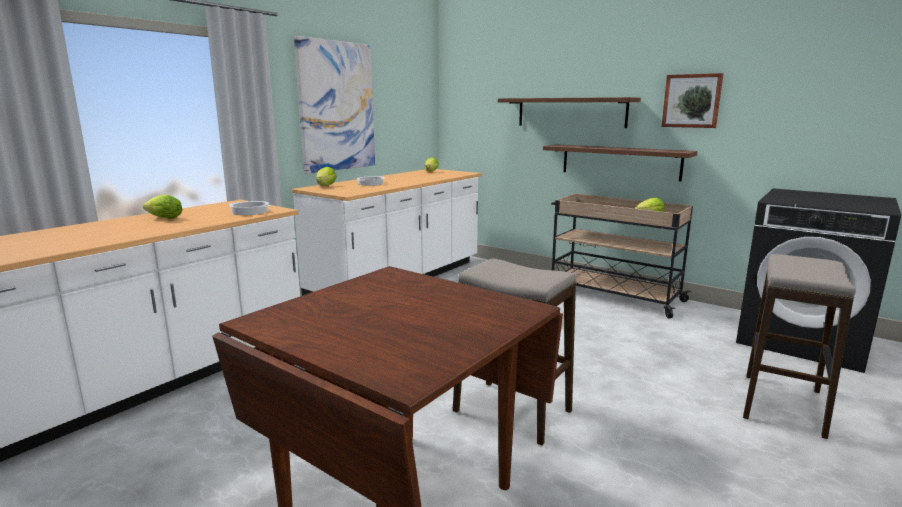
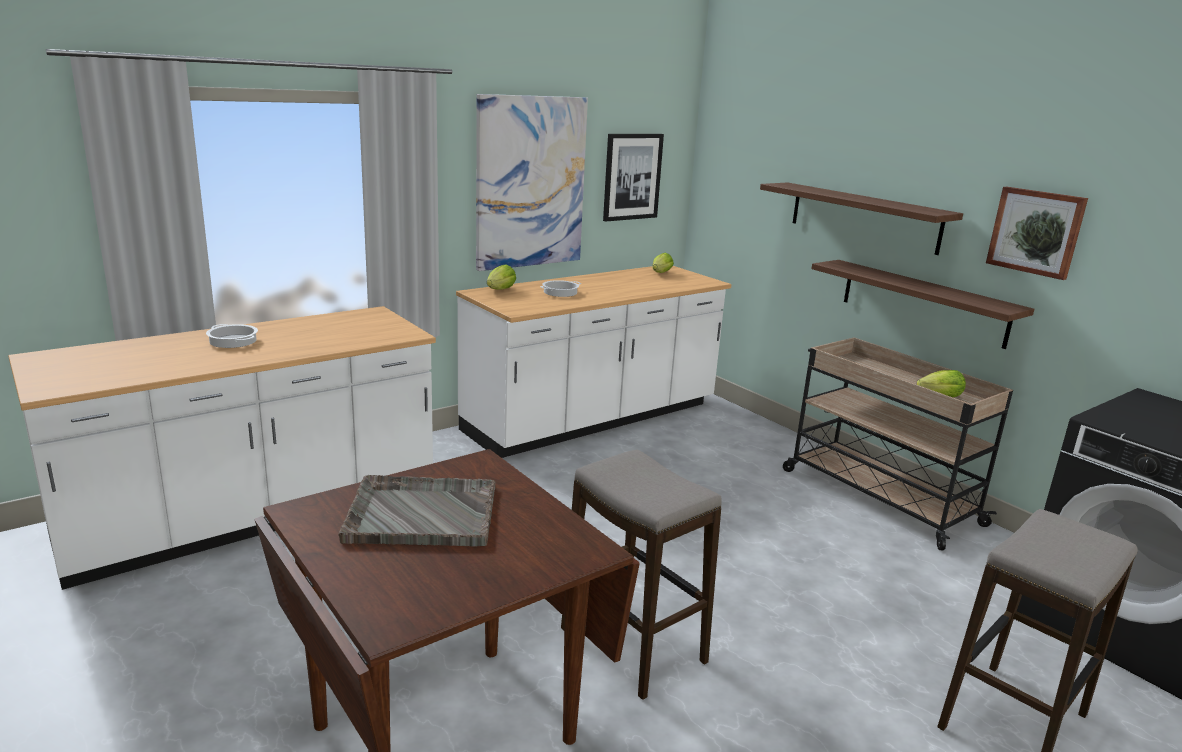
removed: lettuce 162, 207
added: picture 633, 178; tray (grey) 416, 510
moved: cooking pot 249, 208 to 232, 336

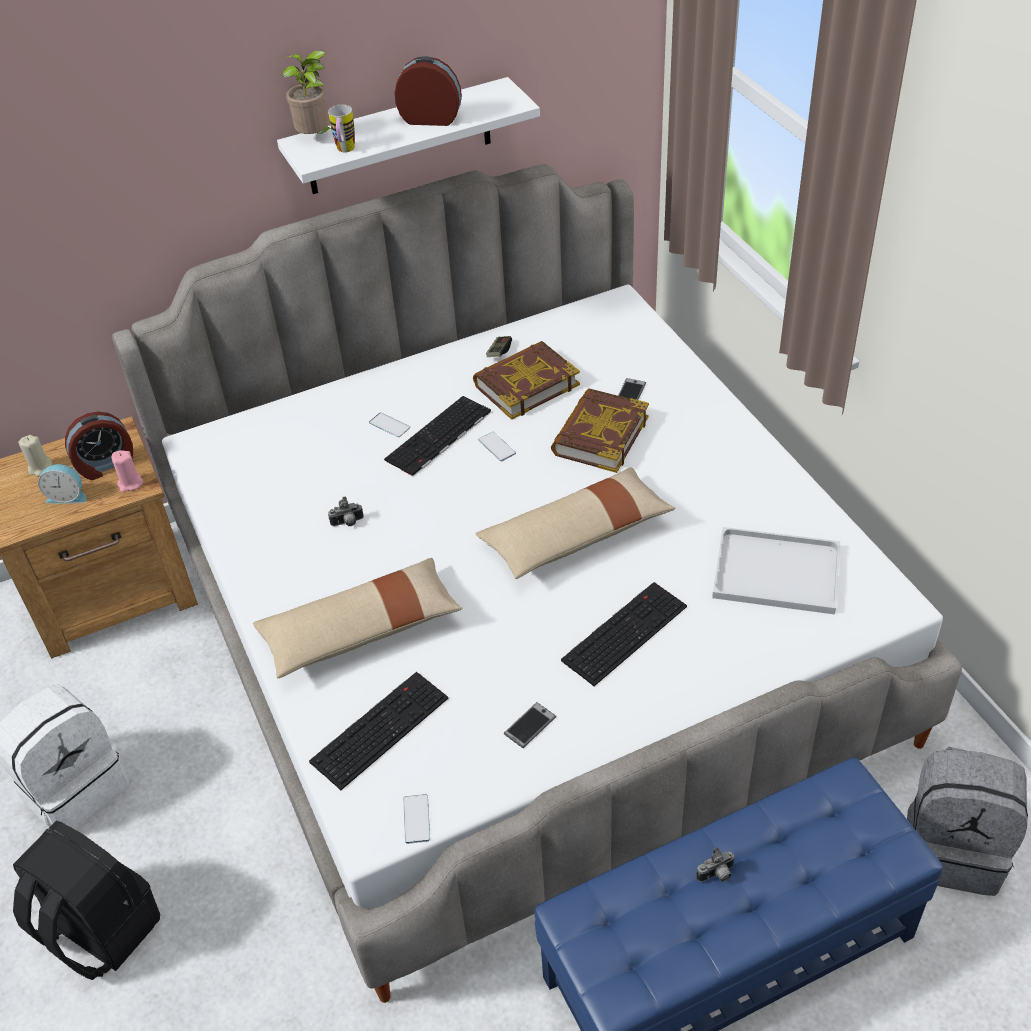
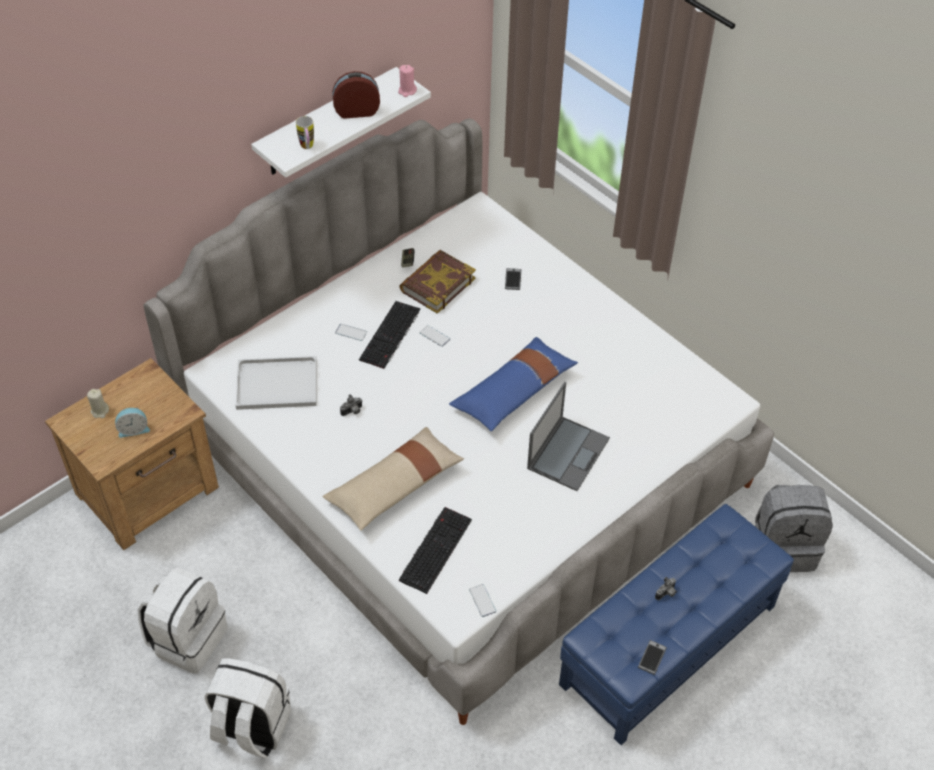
removed: potted plant 307, 92; book 600, 430; alarm clock 99, 446
moved: candle (pink) 127, 471 to 407, 81; tray (white) 776, 571 to 276, 383; phone 530, 725 to 652, 657
replaced: keyboard 624, 634 to laptop 568, 436
recoloured: pillow (beige) 575, 523 to pillow (blue) 513, 384; backpack (black) 86, 900 to backpack (white) 248, 708

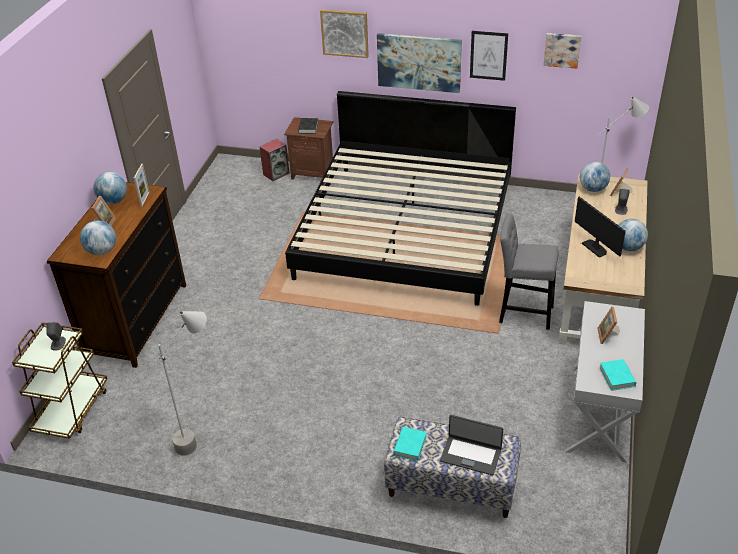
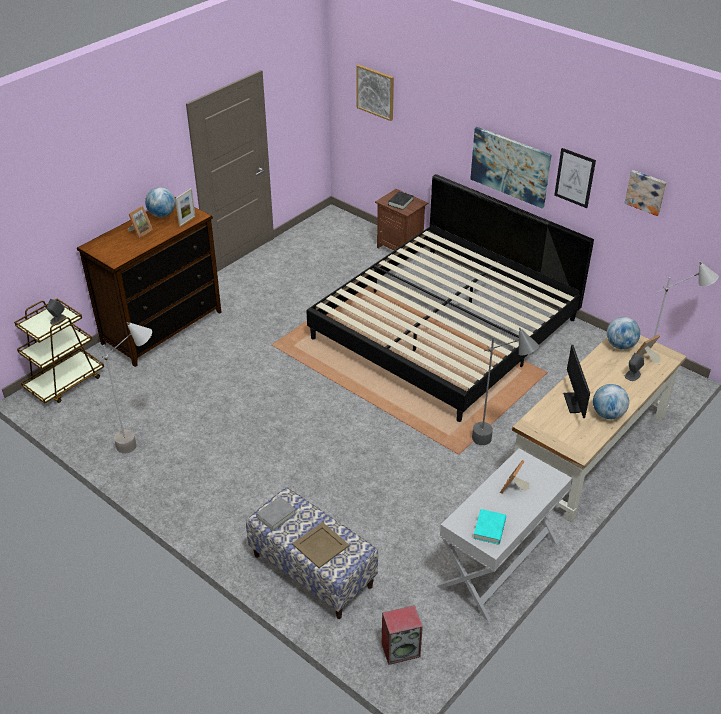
removed: globe 98, 238
moved: picture 344, 33 to 375, 92; speaker 274, 160 to 402, 635
replaced: stool (grey) 529, 271 to floor lamp (grey) 505, 386; laptop 472, 445 to tray (beige) 320, 545
recoloured: book (turquoise) 410, 444 to book (grey) 276, 514

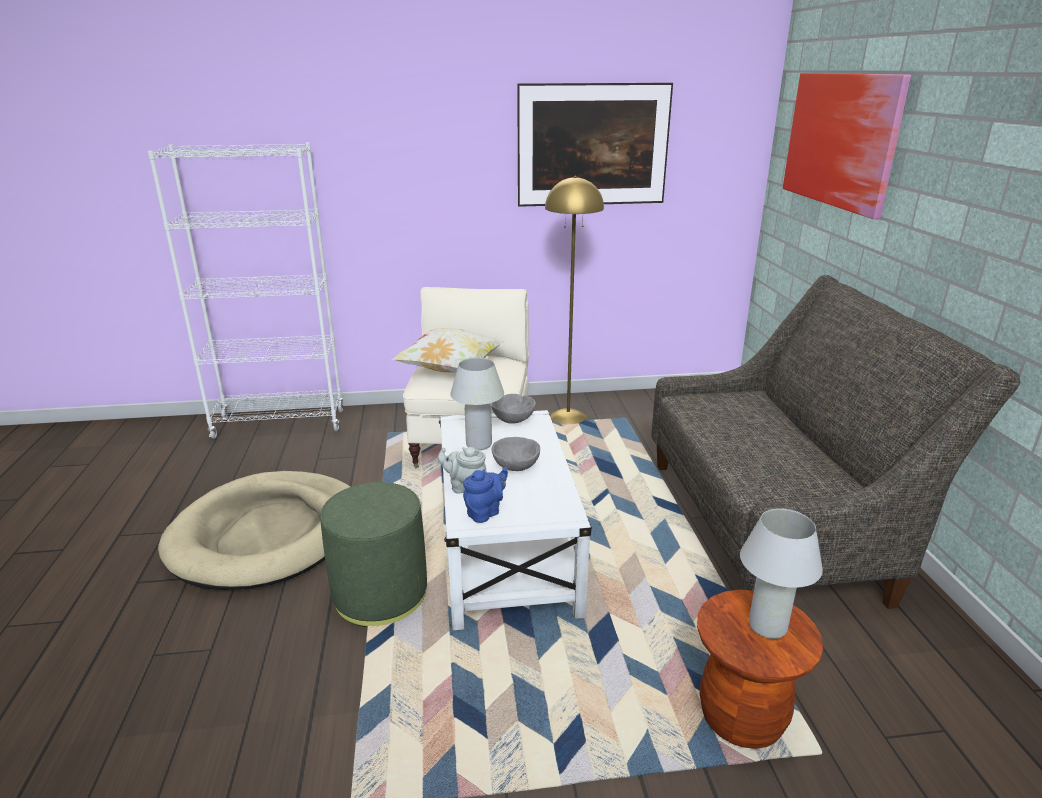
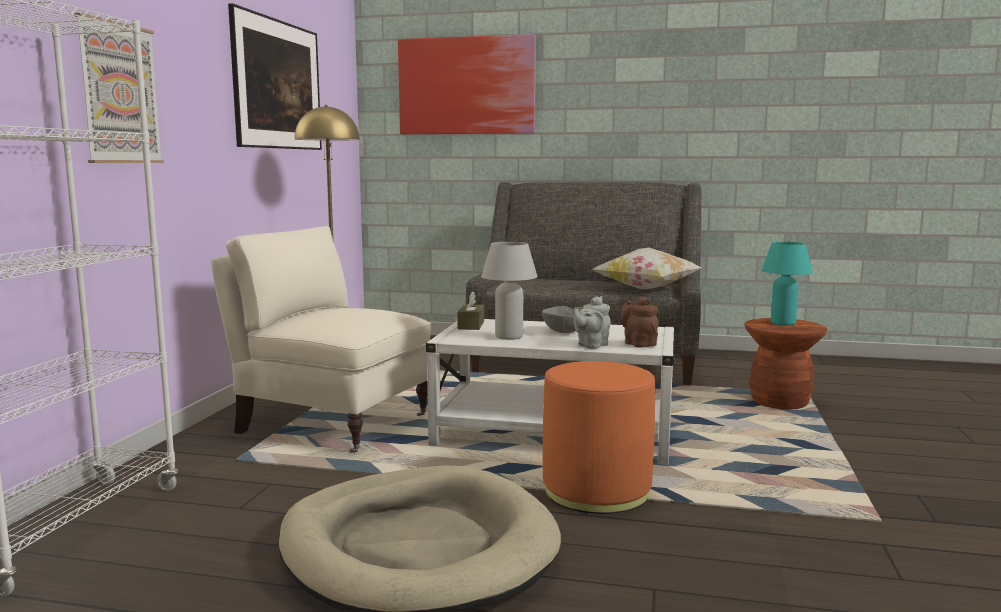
added: picture 119, 88
moved: pillow 447, 350 to 646, 268
replaced: bowl (grey) 513, 409 to tissue box (brown) 470, 310
recoloured: teapot (blue) 485, 495 to teapot (brown) 640, 322; ottoman (green) 373, 554 to ottoman (orange) 599, 437; table lamp (white) 781, 573 to table lamp (turquoise) 787, 284

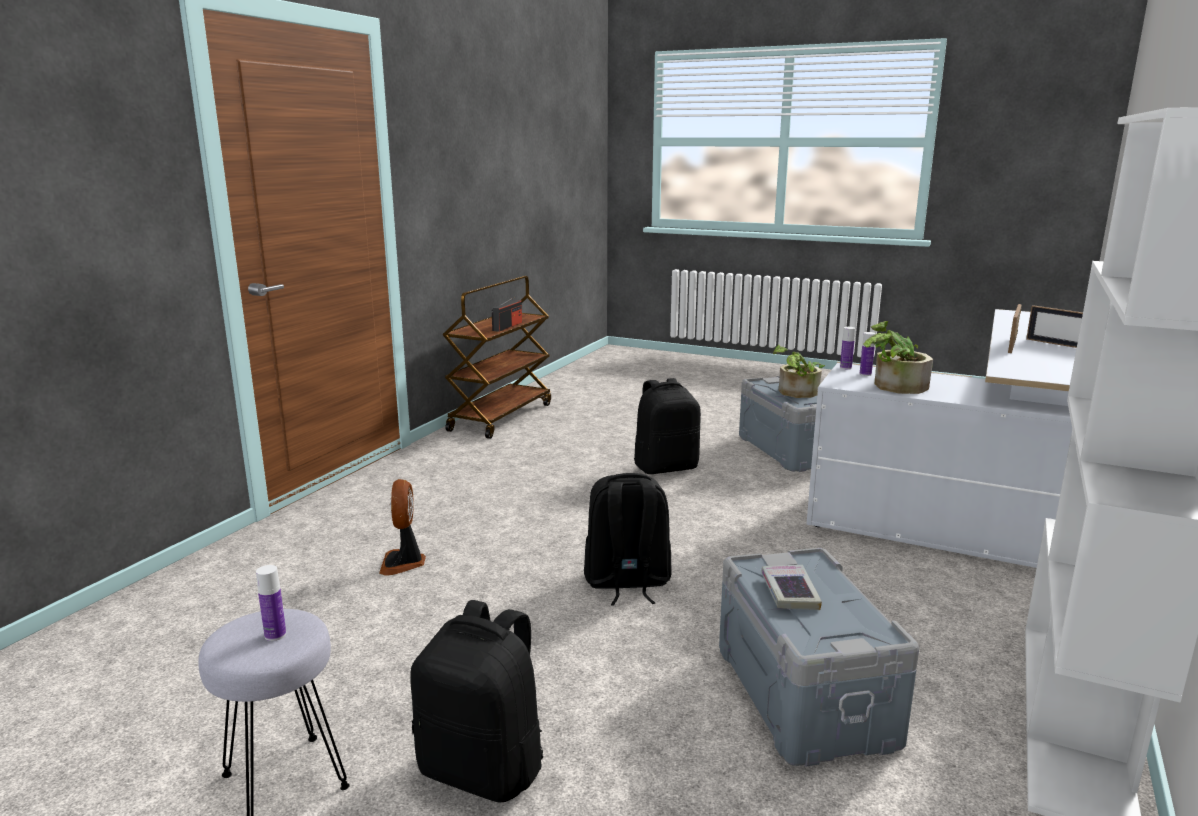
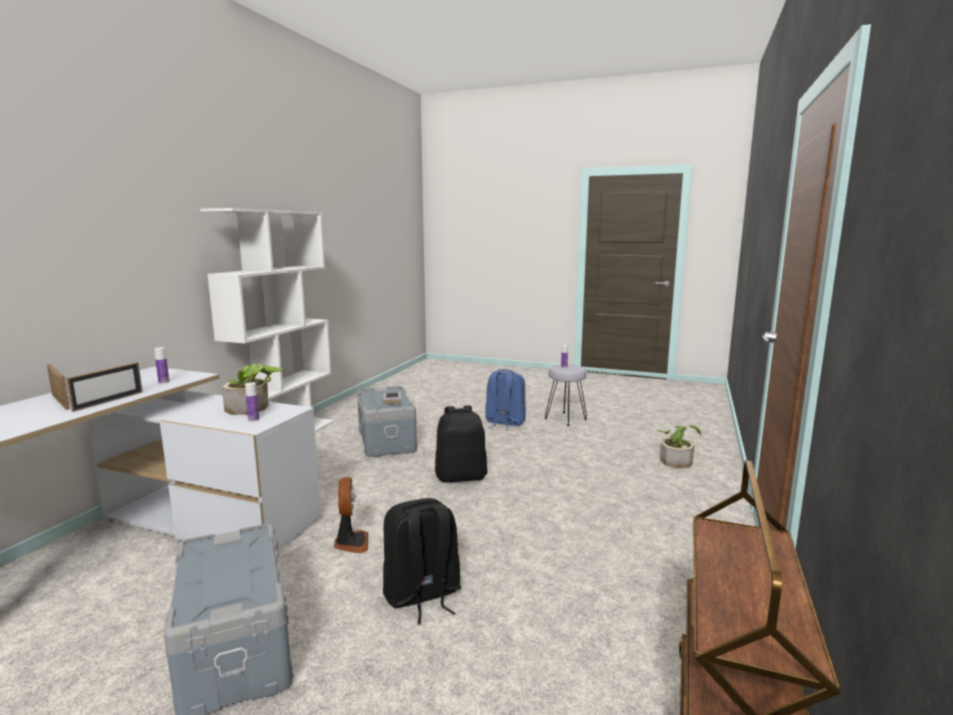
removed: radio 507, 314
moved: bottle 847, 348 to 161, 365; potted plant 799, 371 to 679, 446; fan 402, 527 to 351, 515
recoloured: backpack (black) 477, 701 to backpack (blue) 505, 399

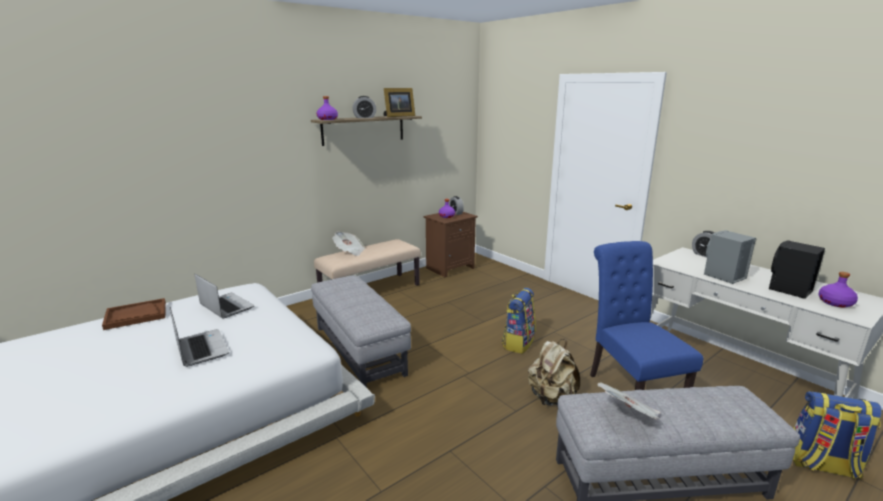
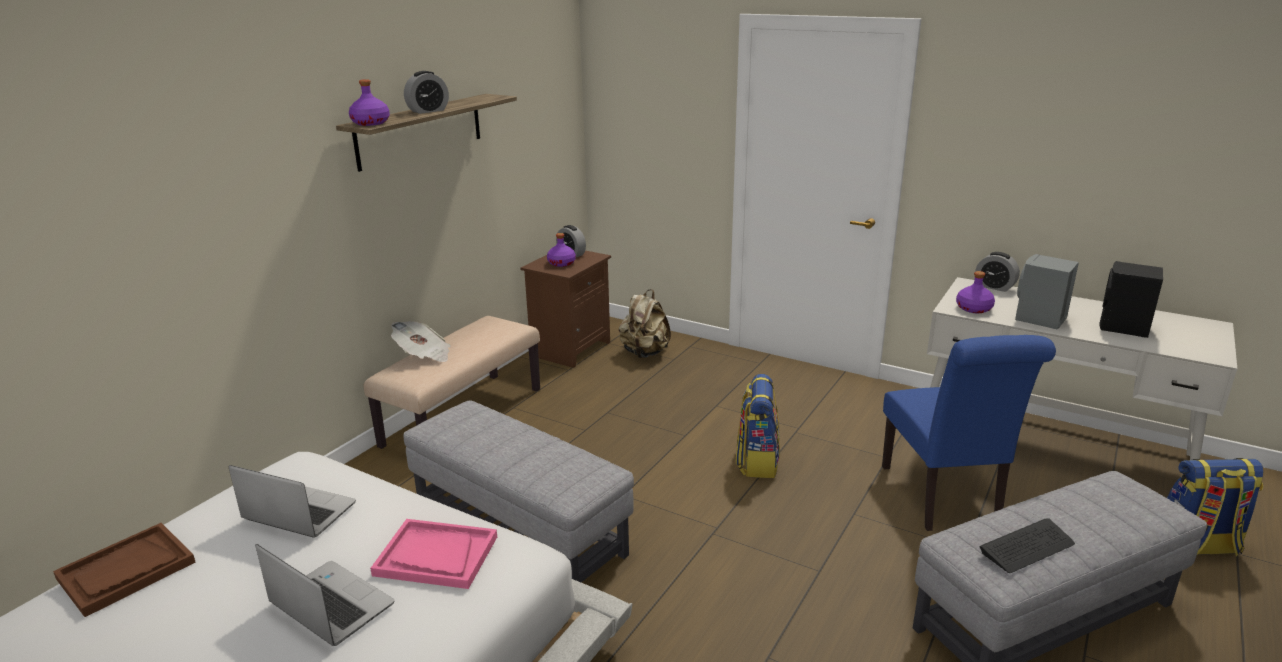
removed: picture frame 399, 102
added: tray (pink) 433, 554
moved: bottle (purple) 838, 289 to 975, 292; backpack (beige) 554, 372 to 645, 323
replaced: newspaper 629, 401 to keyboard 1027, 545
turned: chair (blue) 646, 315 = 969, 433 150 degrees counterclockwise

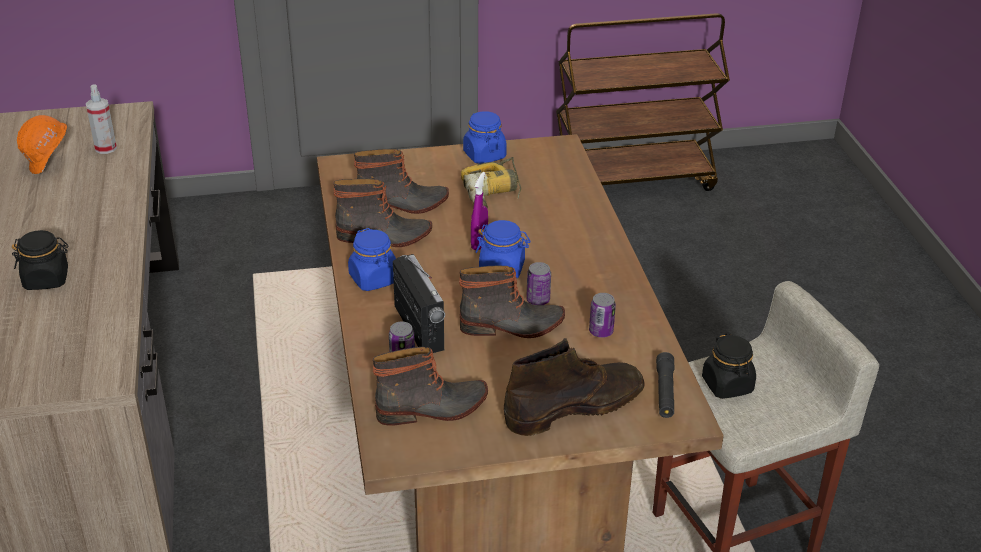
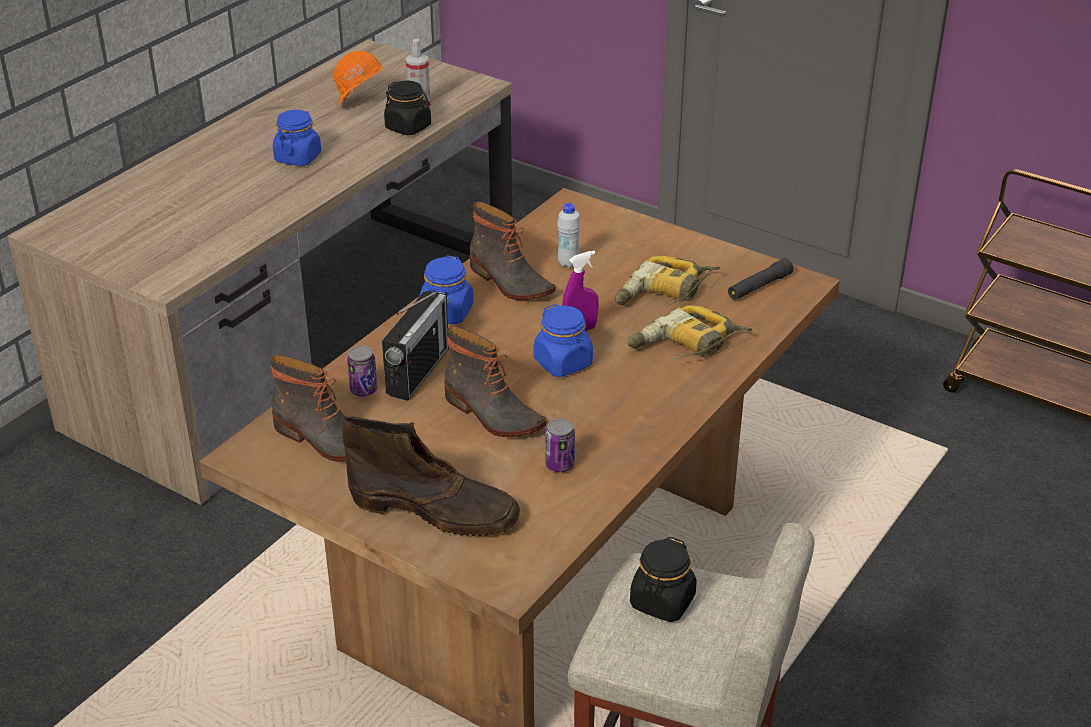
removed: can 538, 283
added: power drill 689, 332
moved: jar (blue) 485, 137 to 297, 138; jar (black) 40, 260 to 407, 108; flashlight (black) 665, 385 to 761, 279
replaced: boot 401, 181 to bottle (white) 569, 235

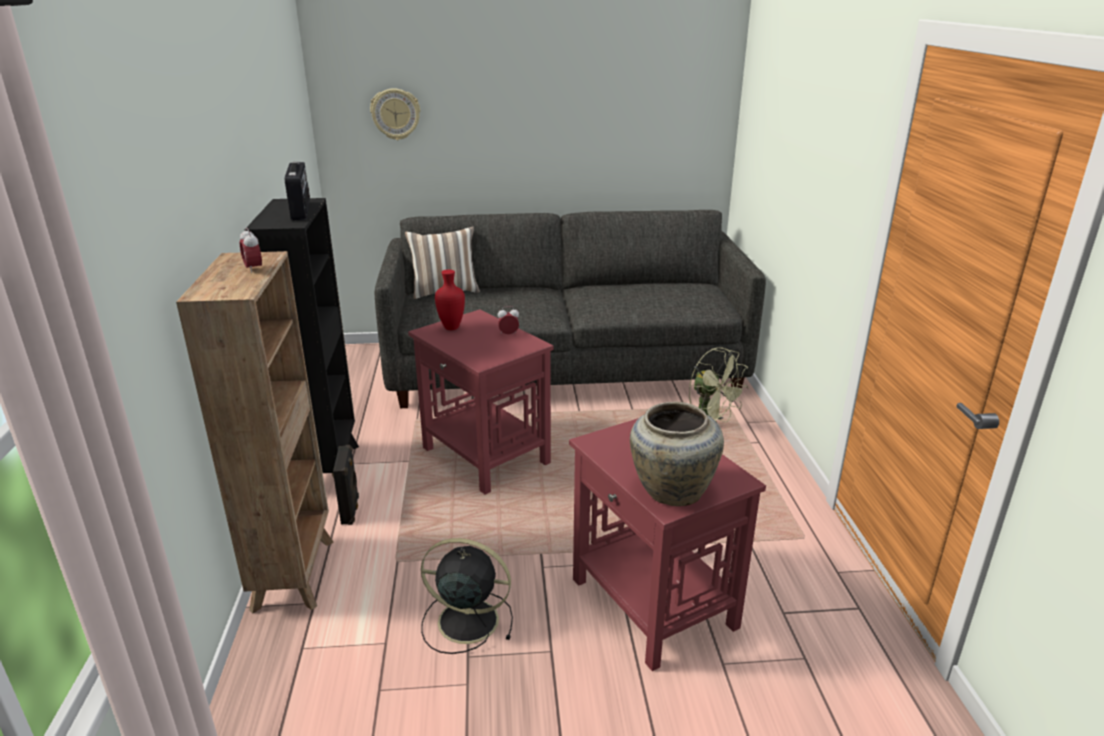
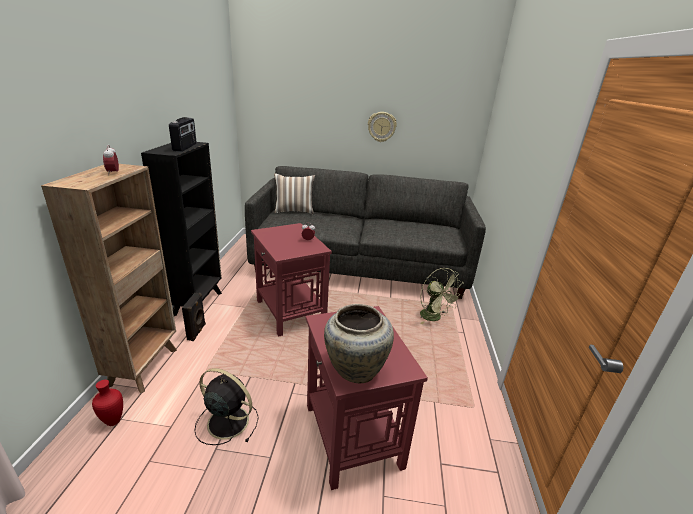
moved: wall clock 395, 114 to 382, 127; vase (red) 450, 300 to 107, 403

